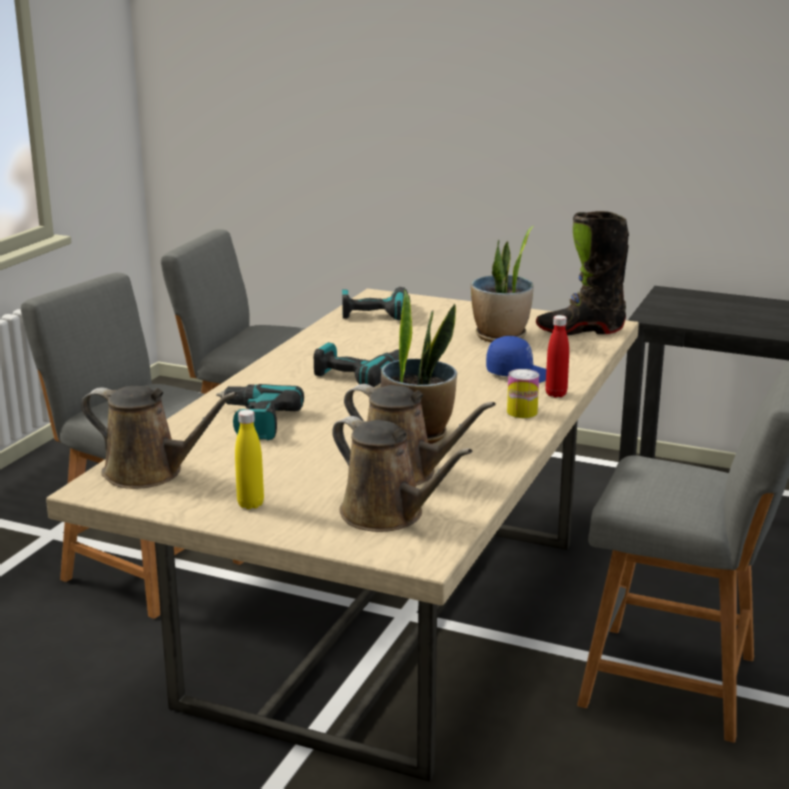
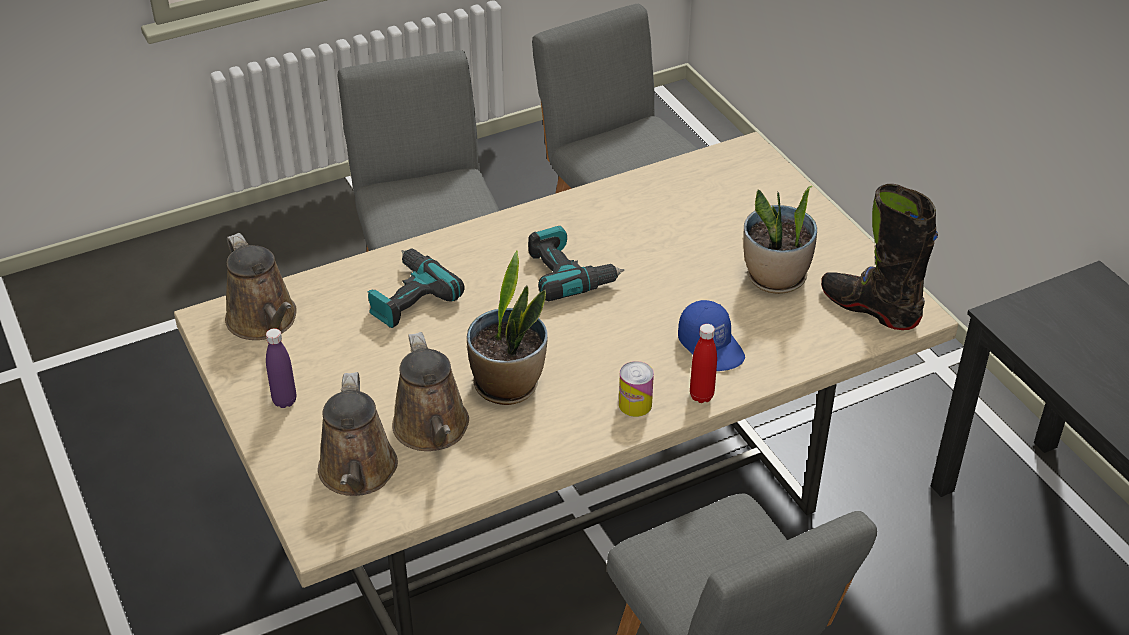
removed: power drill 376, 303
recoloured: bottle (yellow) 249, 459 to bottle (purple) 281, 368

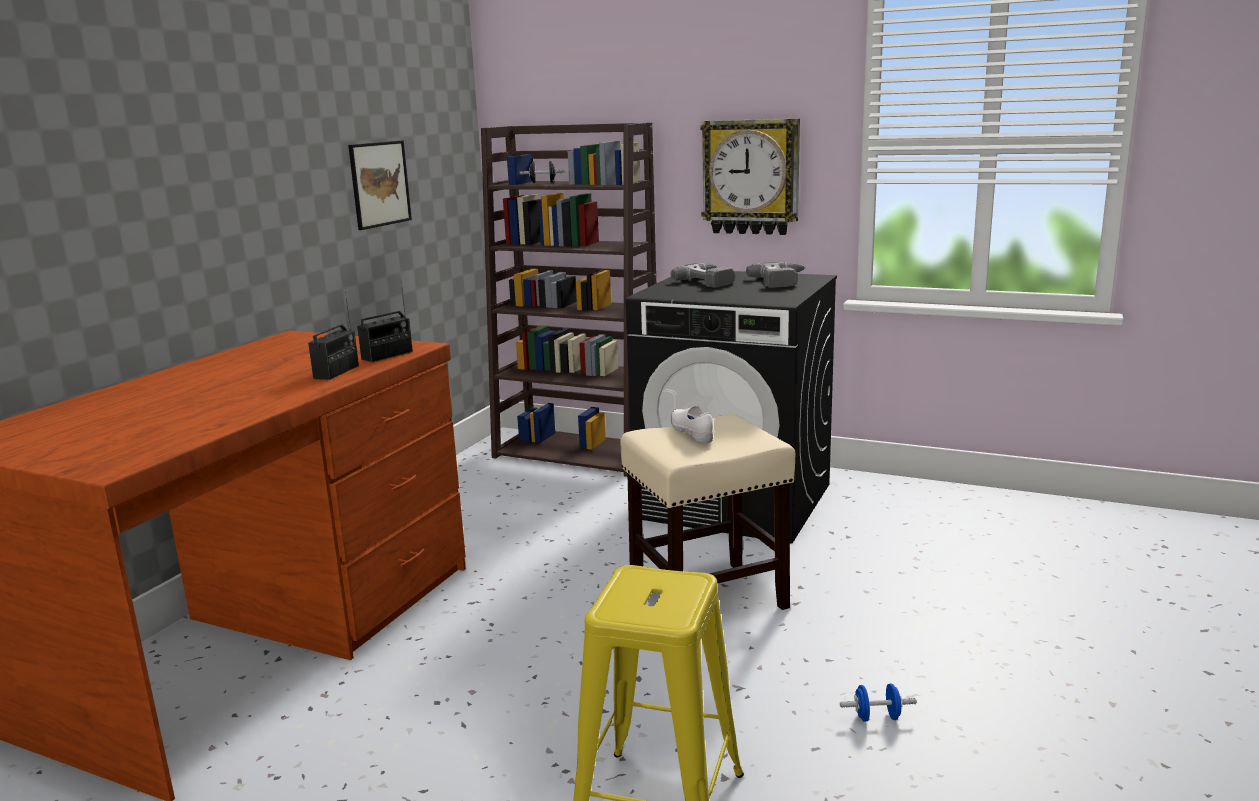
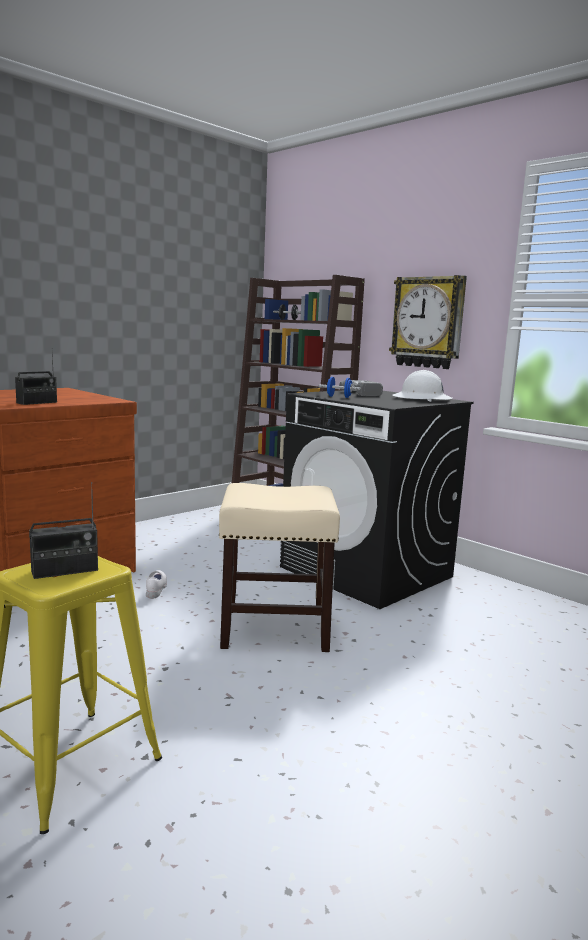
removed: picture 380, 185
moved: radio 385, 321 to 63, 530; shoe (white) 692, 424 to 156, 584; dumbbell (blue) 878, 702 to 340, 387
replaced: power drill 775, 275 to hard hat (white) 422, 386

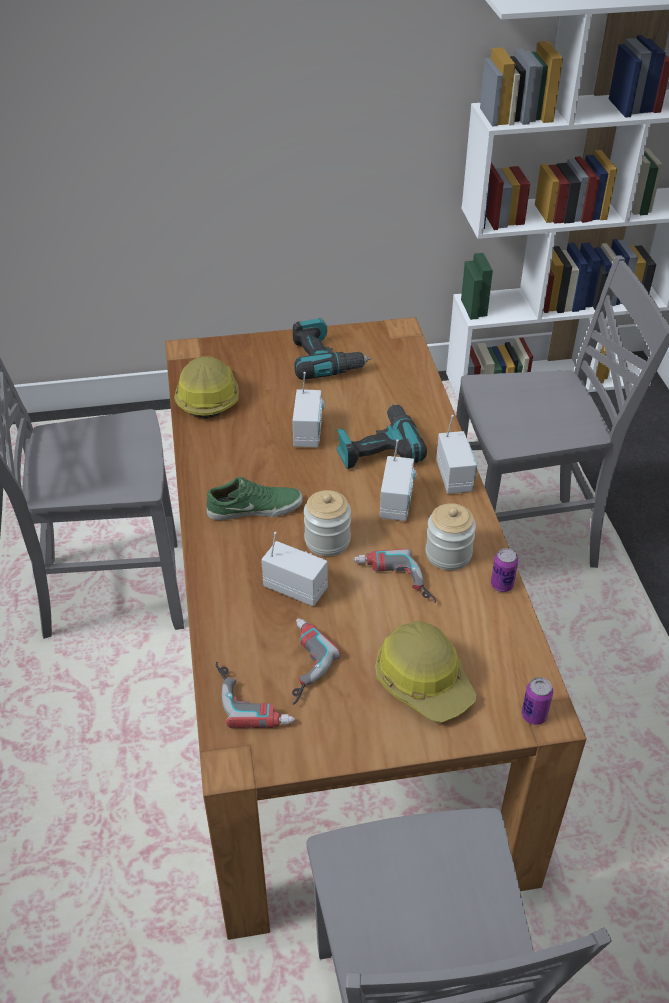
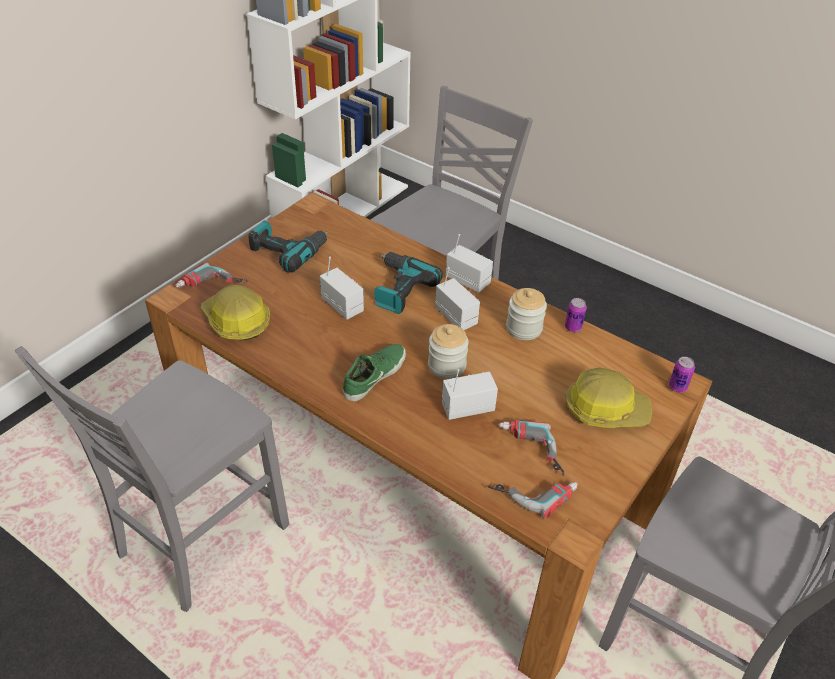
moved: power drill 394, 576 to 212, 275

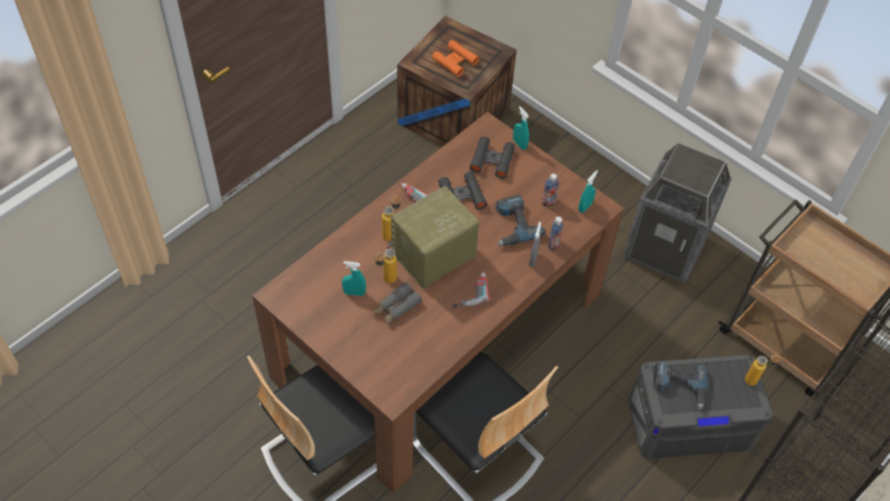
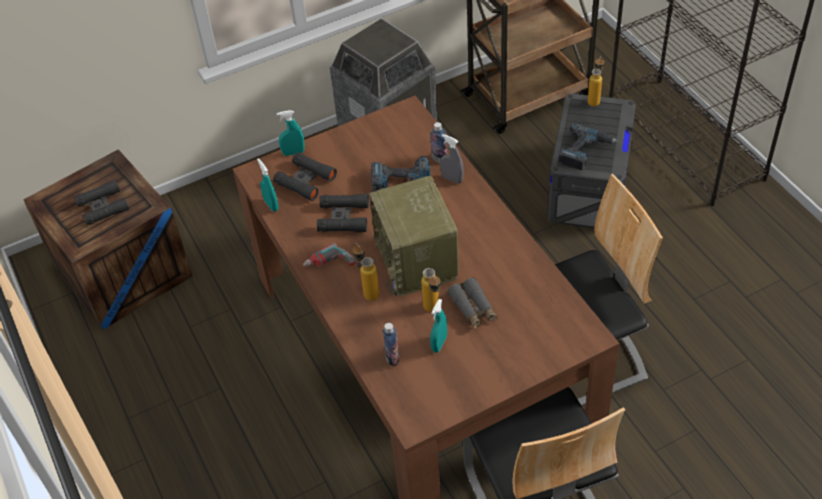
removed: power drill 469, 291
moved: spray bottle (turquoise) 588, 191 to 268, 185; bottle 551, 190 to 391, 344
recoloured: binoculars (orange) 455, 58 to binoculars (black) 101, 202

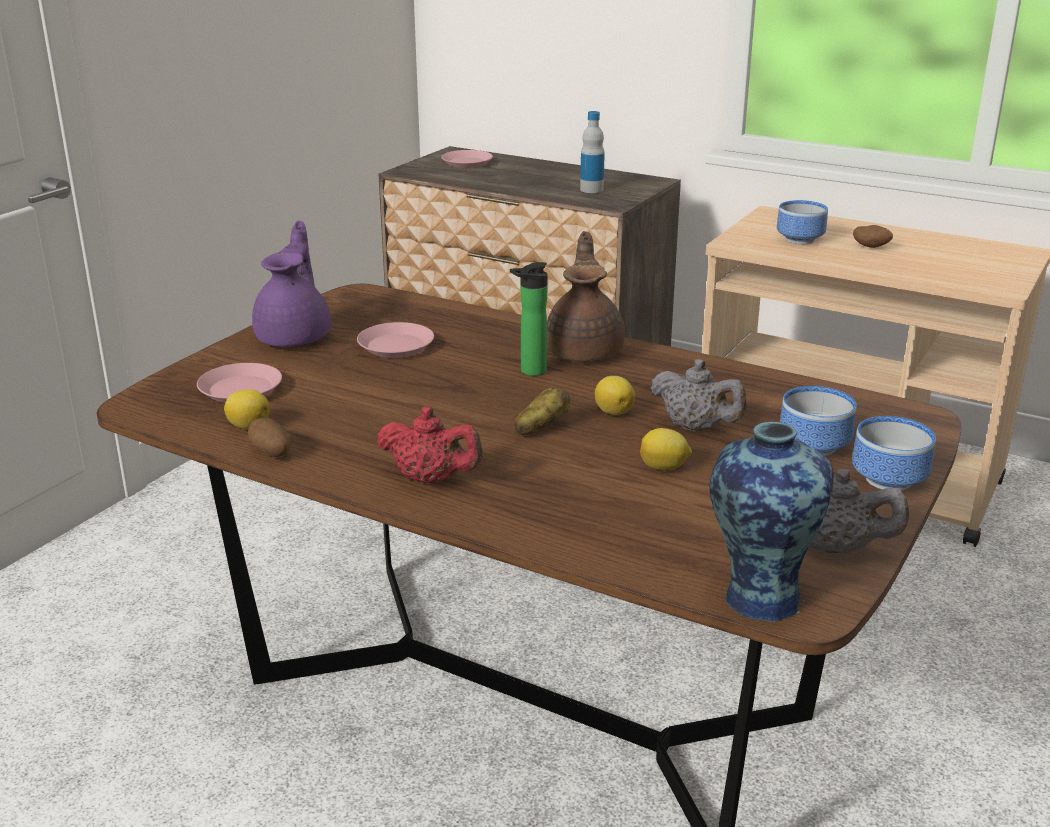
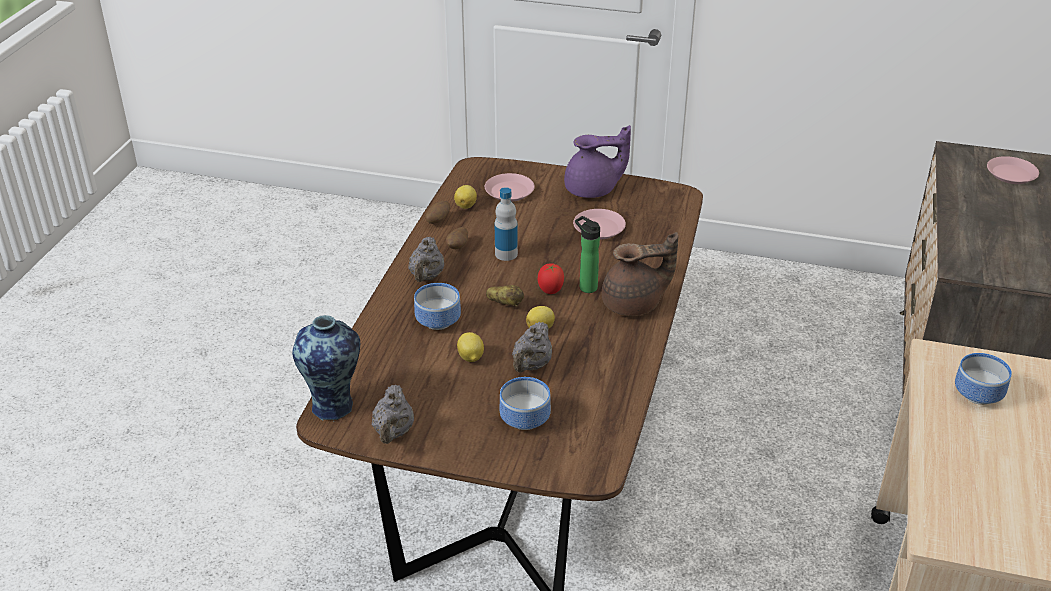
added: tomato 551, 278
moved: bottle 592, 152 to 506, 224; potato 873, 236 to 457, 238; bowl 894, 453 to 437, 306
recoloured: teapot (red) 430, 445 to teapot (grey) 426, 259

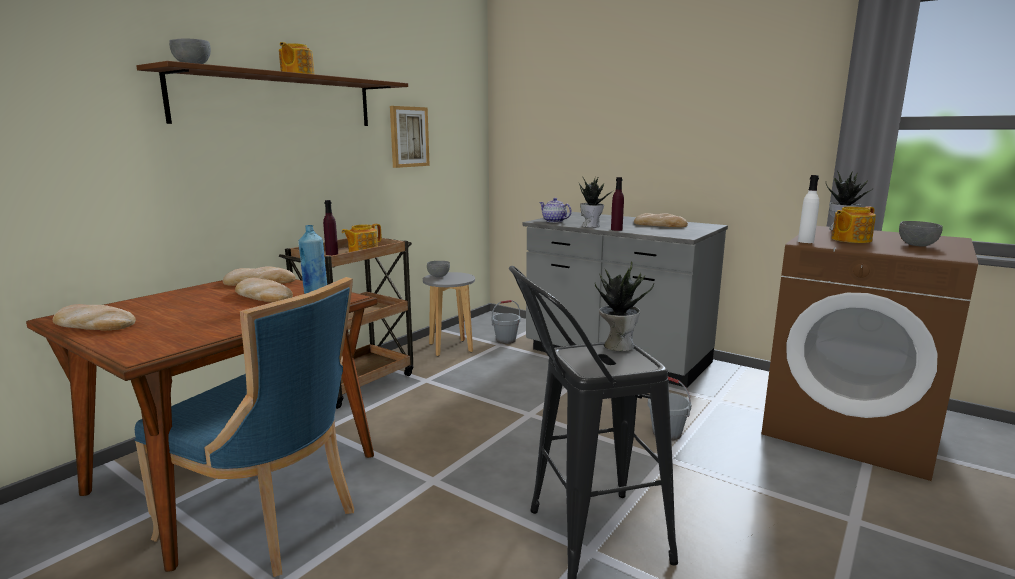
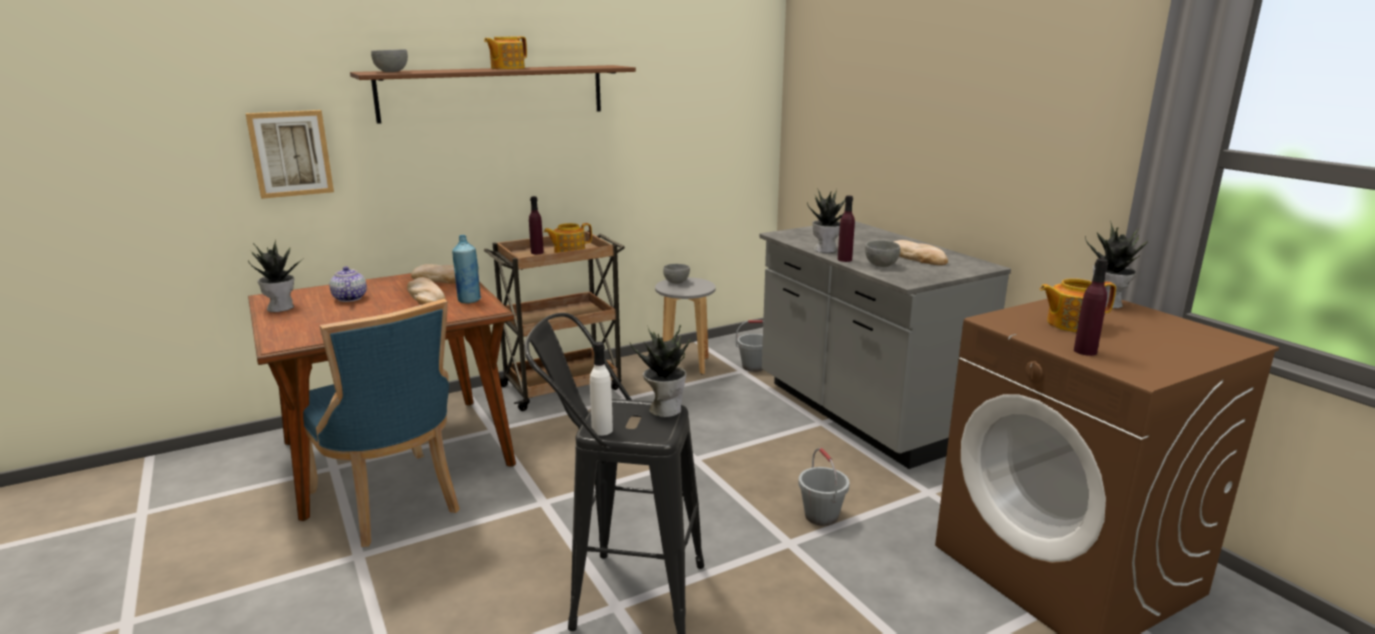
added: bottle (purple) 1091, 307
moved: picture 410, 137 to 289, 154; bottle (white) 808, 209 to 601, 389; teapot 555, 210 to 348, 284; bowl (grey) 921, 233 to 882, 253
replaced: bread 94, 317 to potted plant 275, 276

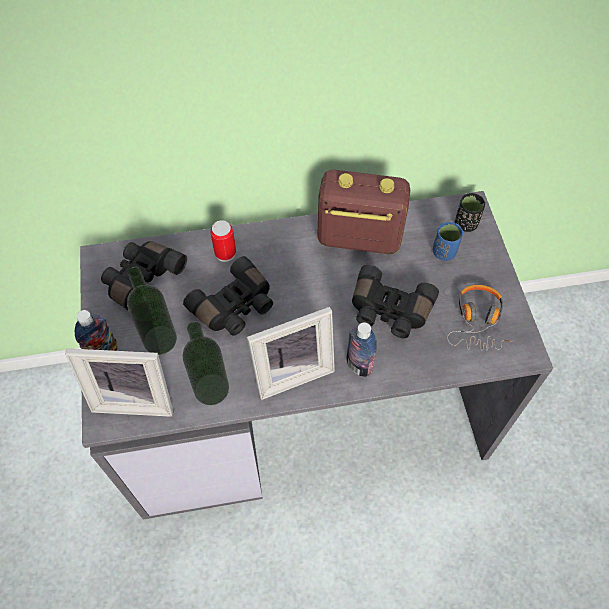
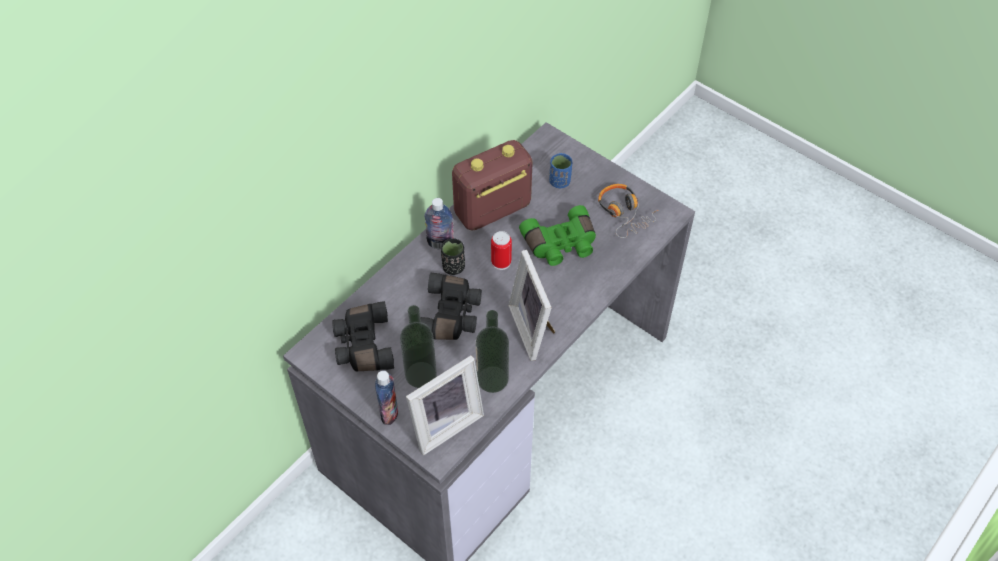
moved: cup (black) 470, 212 to 453, 256; can 223, 241 to 501, 250; bottle 361, 349 to 439, 224
recoloured: binoculars (black) 395, 301 to binoculars (green) 557, 235
turned: picture frame 291, 353 = 531, 305 135 degrees clockwise

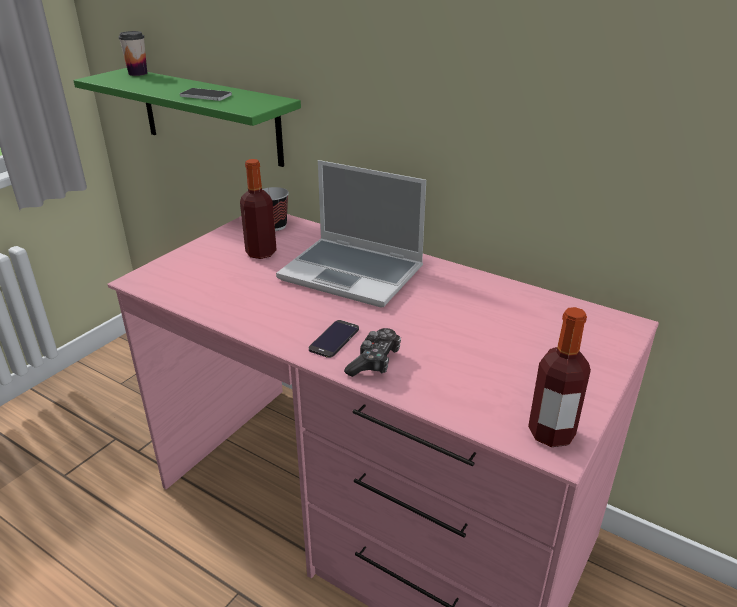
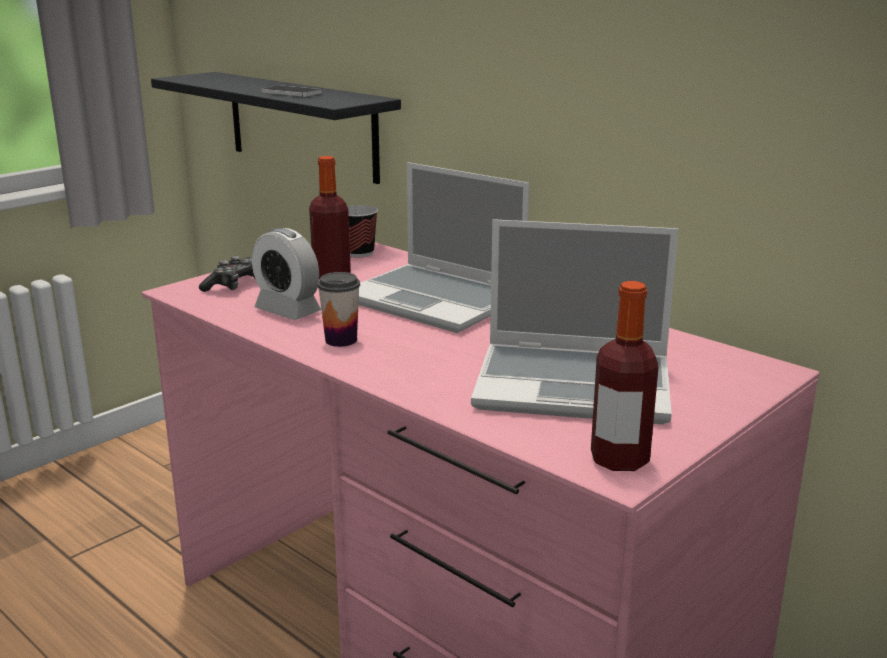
removed: phone 334, 339
added: laptop 575, 321; alarm clock 286, 274
moved: cup 133, 53 to 338, 309; game controller 372, 352 to 227, 274
recoloured: shelf (green) 187, 117 to shelf (black) 276, 128

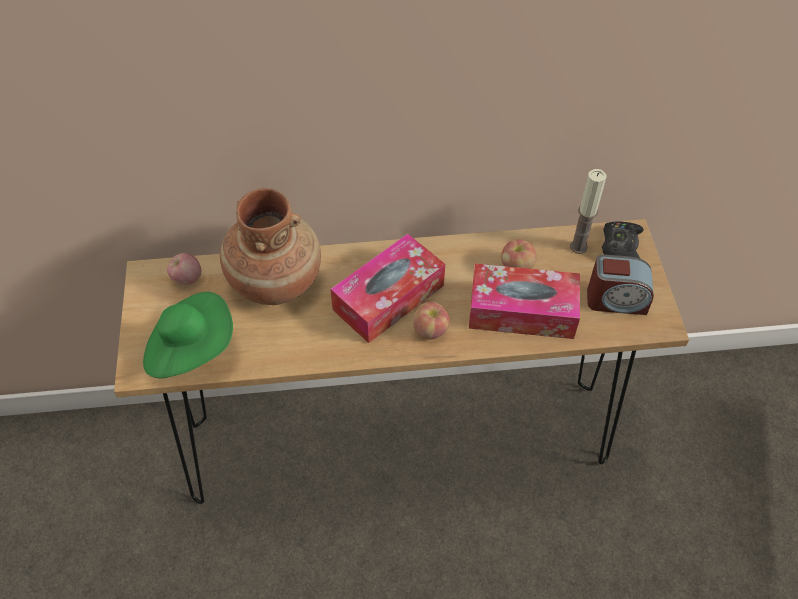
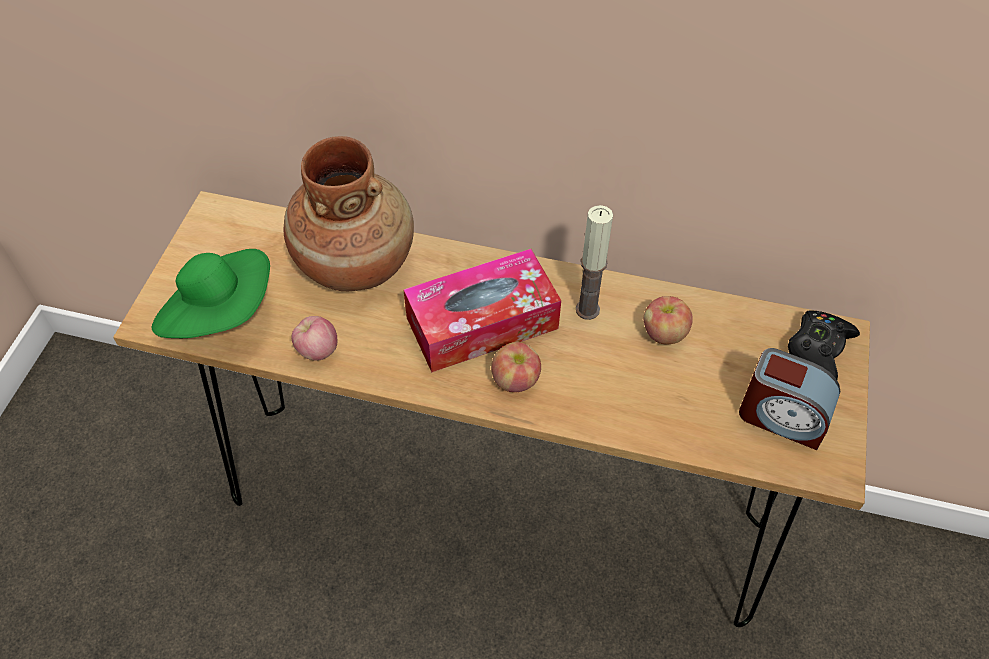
removed: tissue box 524, 301
moved: candle 588, 211 to 594, 262; apple 184, 269 to 314, 338

